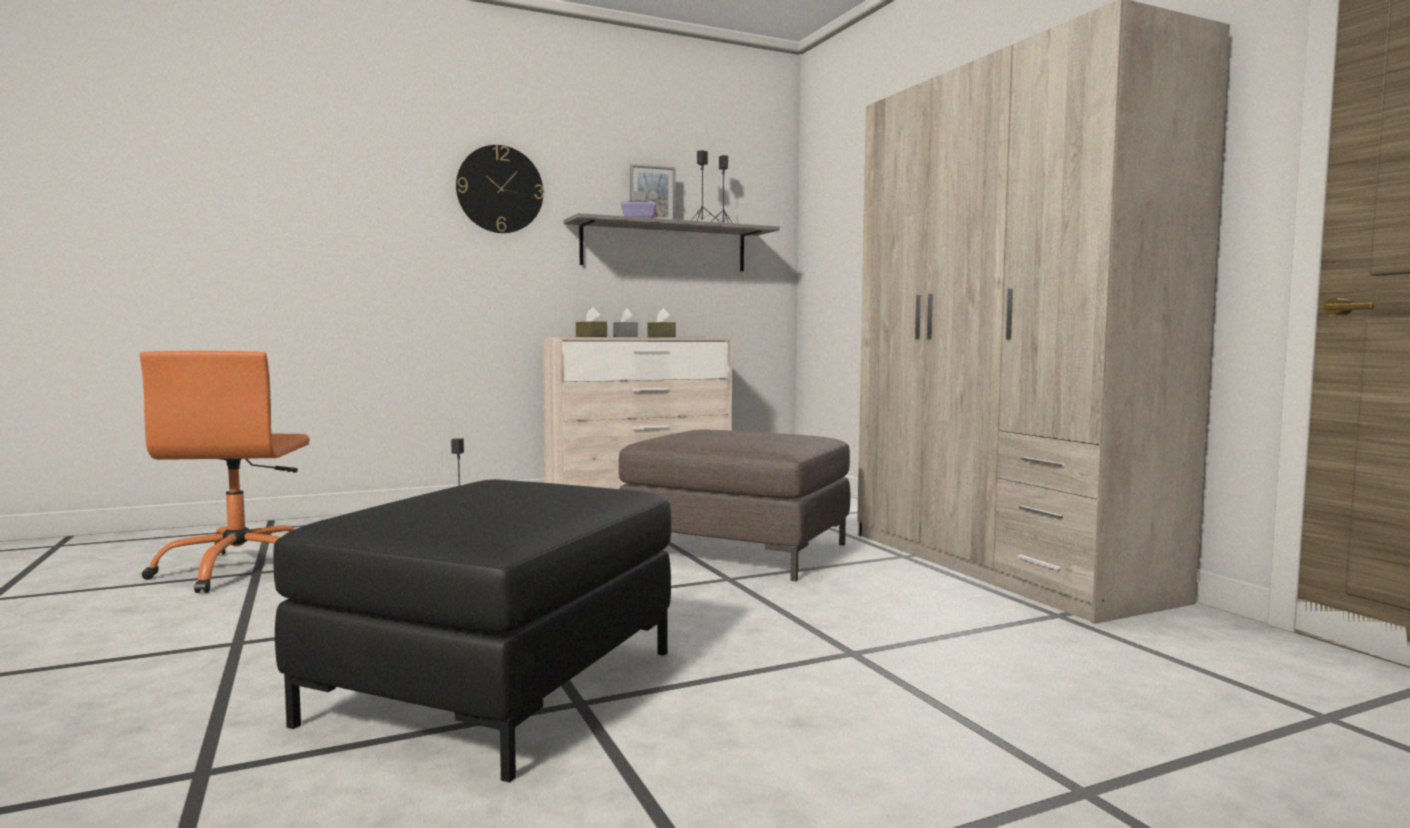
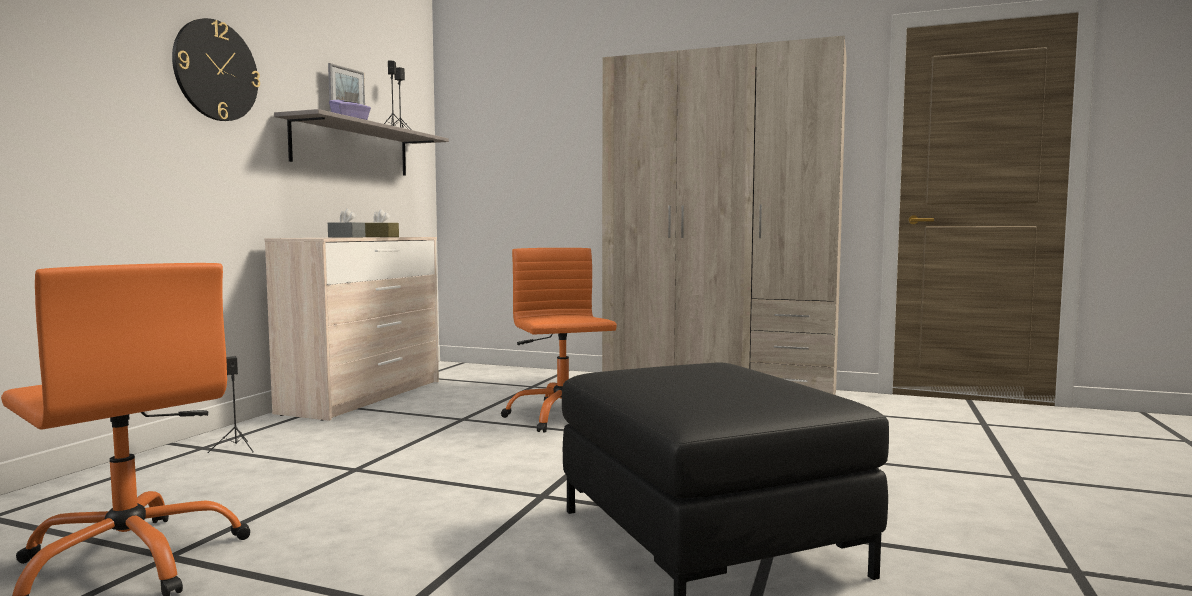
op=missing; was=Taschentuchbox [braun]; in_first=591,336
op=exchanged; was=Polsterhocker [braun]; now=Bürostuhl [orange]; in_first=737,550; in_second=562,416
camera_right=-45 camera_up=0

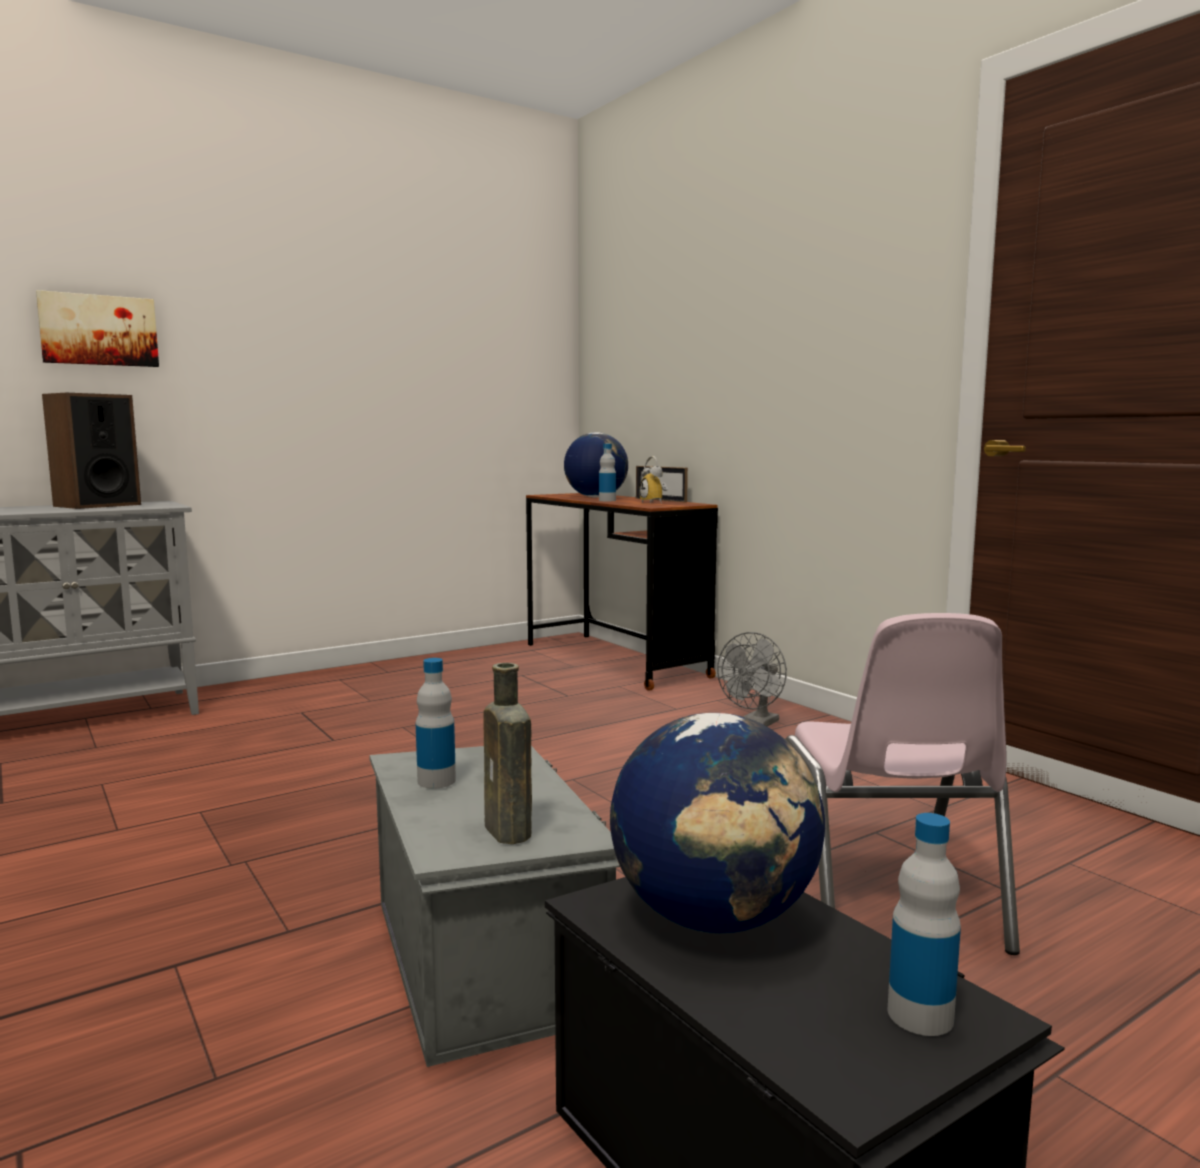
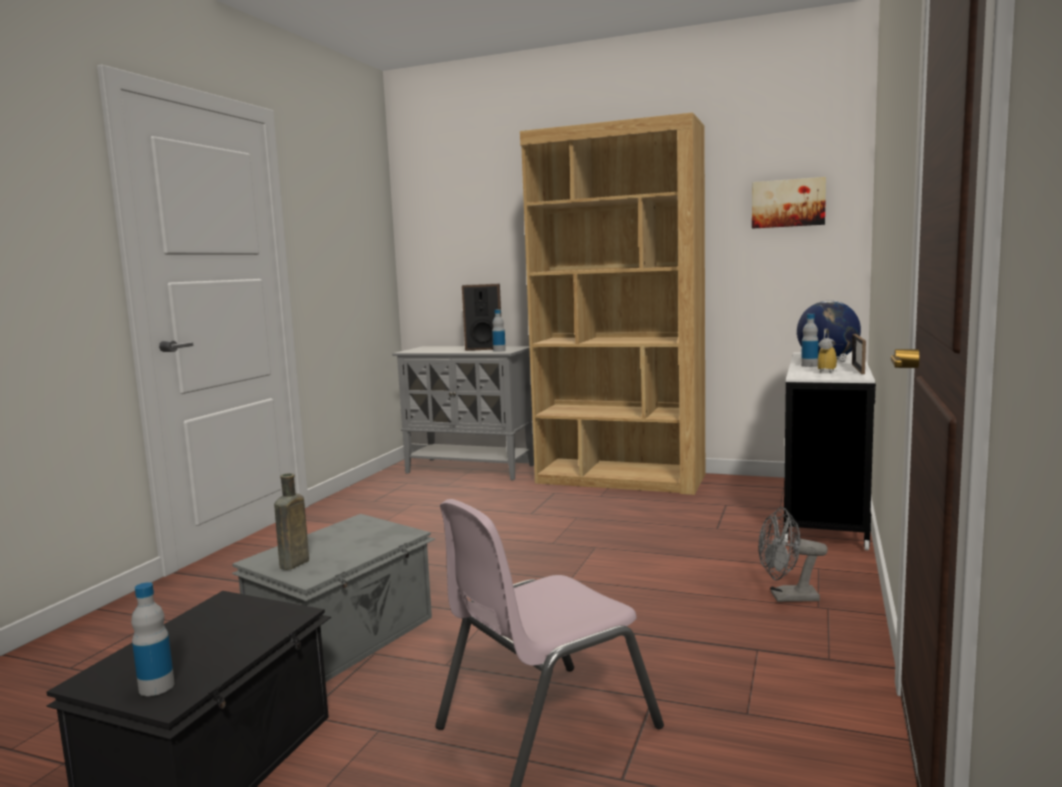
op=missing; was=Globus; in_first=715,918
op=appeared; now=Bücherregal [braun]; in_second=620,479
op=relocated; was=Bild; in_first=99,330; in_second=788,203
op=relocated; was=Flasche; in_first=436,781; in_second=499,351
op=colour; was=Schreibtisch [braun]; now=Schreibtisch [weiß]; in_first=614,660; in_second=825,512
camera_right=55 camera_up=0

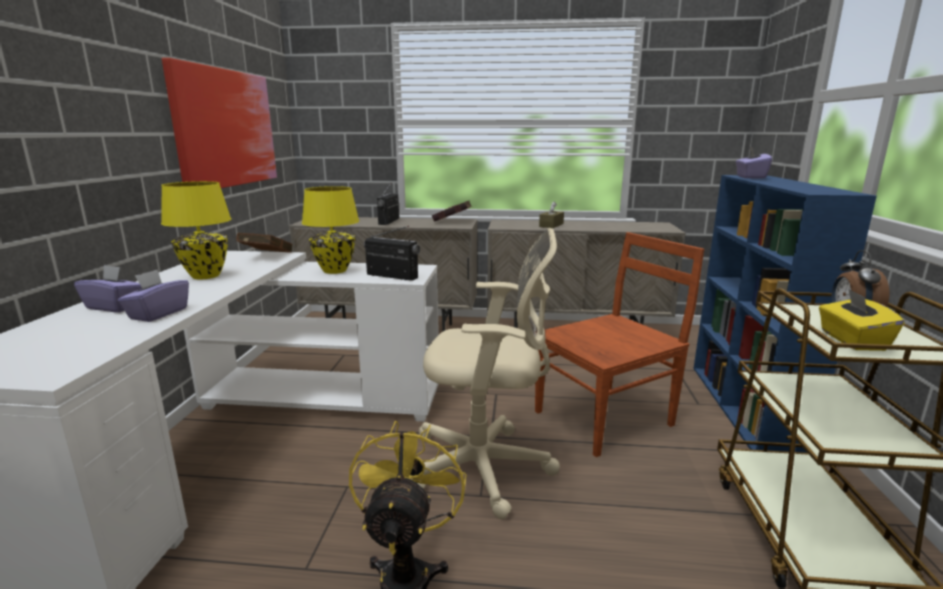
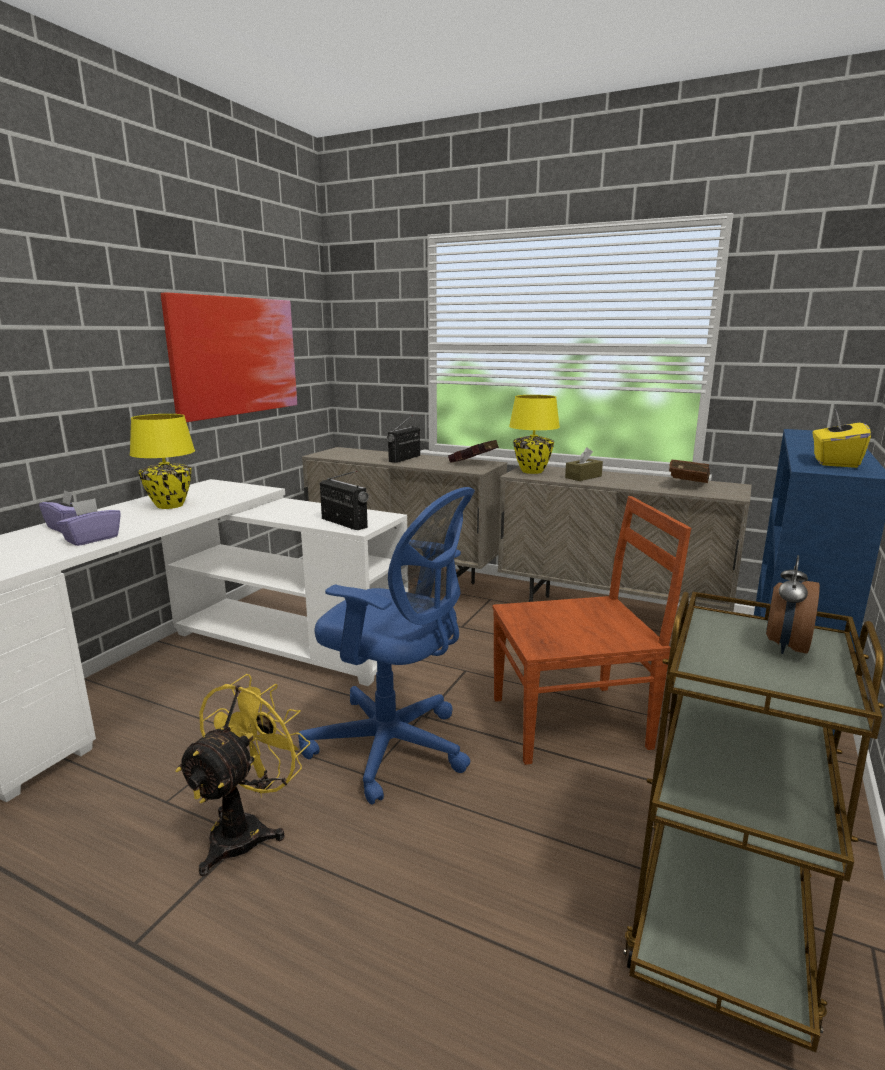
op=missing; was=Taschentuchbox [lila]; in_first=750,177
op=relocated; was=Buch [braun]; in_first=265,257; in_second=687,486
op=relocated; was=Tischlampe [gelb]; in_first=334,271; in_second=531,471
op=relocated; was=Taschentuchbox [gelb]; in_first=851,340; in_second=834,462
op=colour; was=Bürostuhl [beige]; now=Bürostuhl [blau]; in_first=485,468; in_second=394,748
camera_right=20 camera_up=0

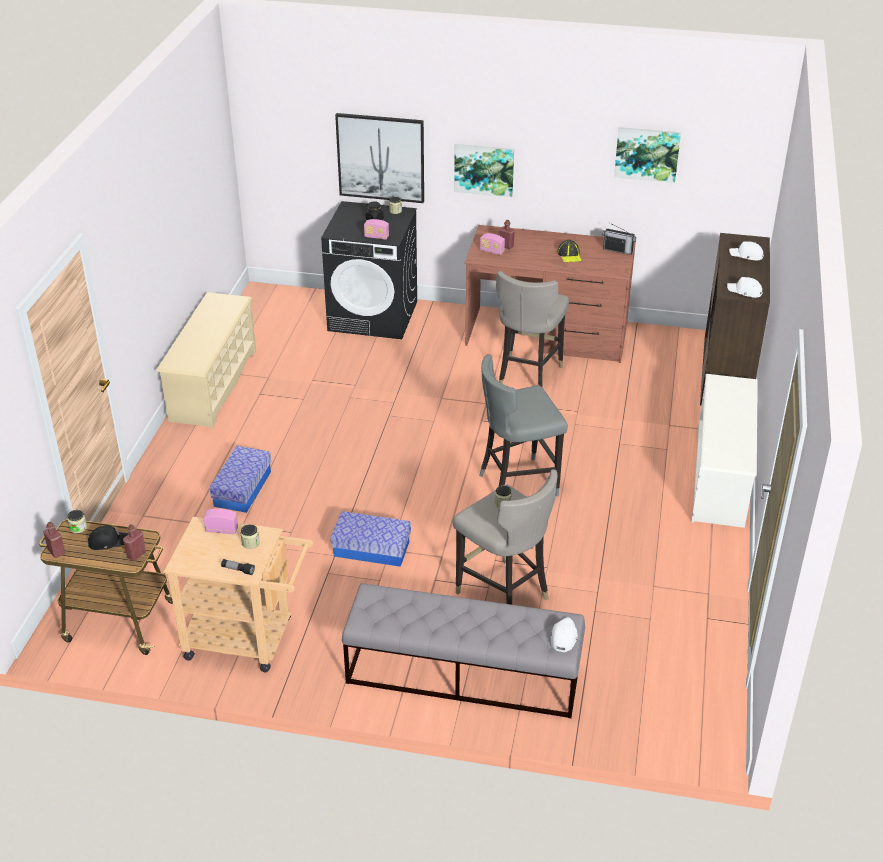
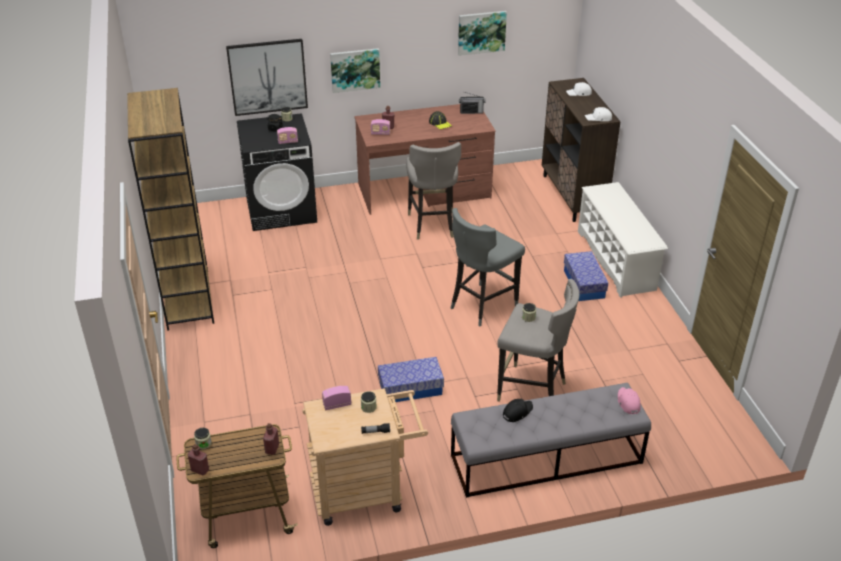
op=relocated; was=Kappe [schwarz]; in_first=108,541; in_second=517,412
op=relocated; was=Aufbewahrungsbox; in_first=242,489; in_second=584,284
op=exchanged; was=Schuhregal [beige]; now=Bücherregal [braun]; in_first=213,385; in_second=187,299
op=colour; was=Kappe [weiß]; now=Kappe [rosa]; in_first=563,637; in_second=628,402
camera_right=-25 camera_up=0

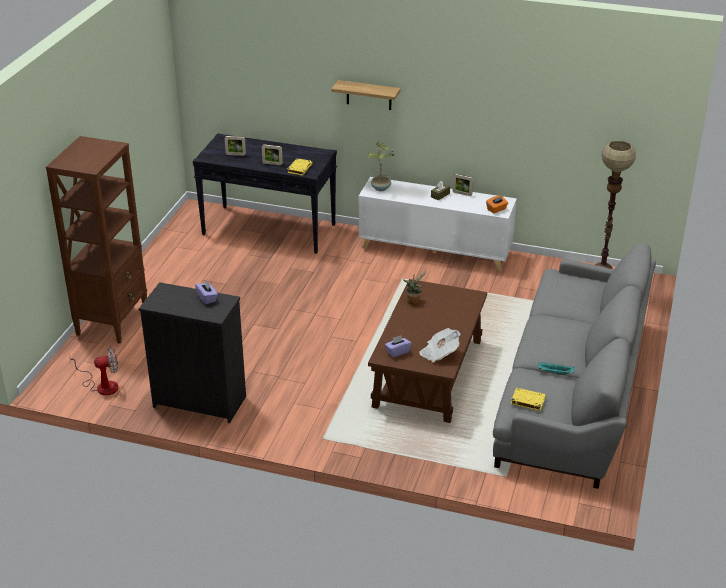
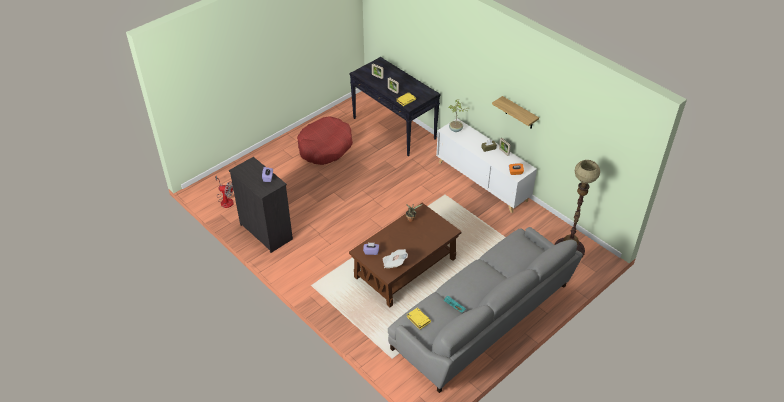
op=missing; was=Bücherregal [braun]; in_first=113,321
op=appeared; now=Hundebett [rot]; in_second=325,147
op=relocated; was=Wandregal; in_first=369,95; in_second=519,113
camera_right=30 camera_up=10

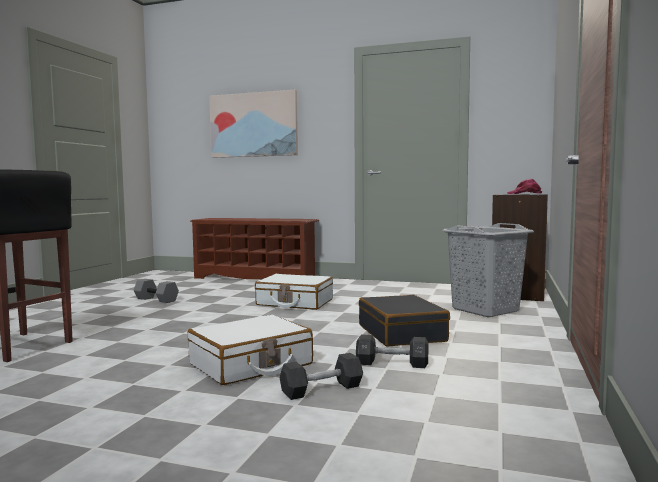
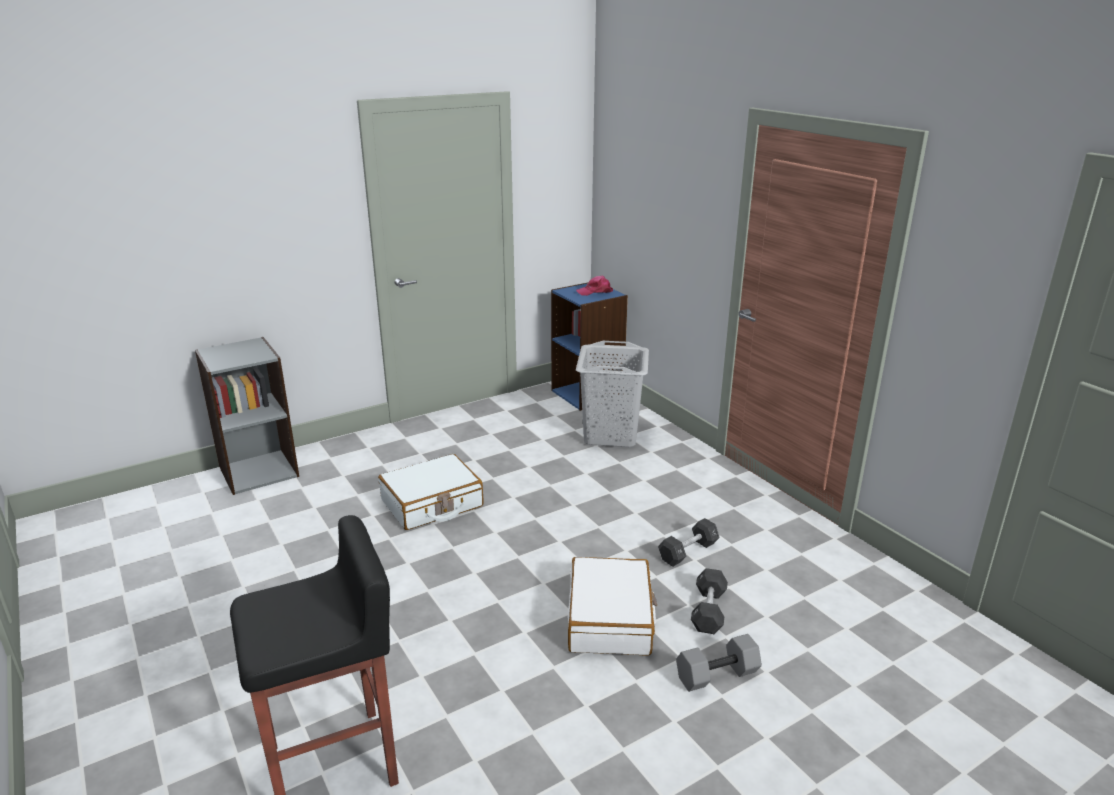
op=missing; was=Bild; in_first=253,125
op=missing; was=Koffer [schwarz]; in_first=402,333
op=relocated; was=Hantel [grau]; in_first=157,299; in_second=717,674
op=exchanged; was=Schuhregal [braun]; now=Bücherregal [grau]; in_first=256,278; in_second=258,471
camera_right=-50 camera_up=20

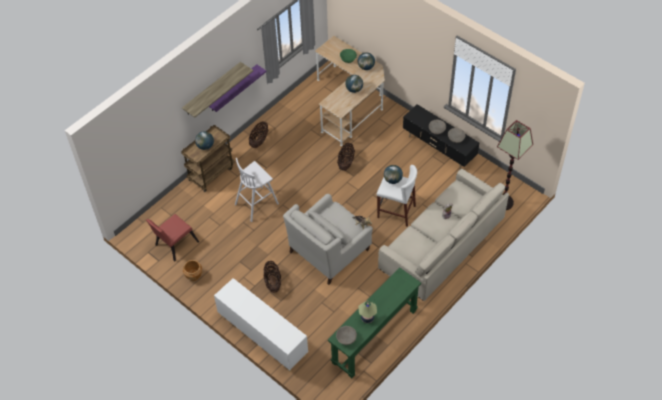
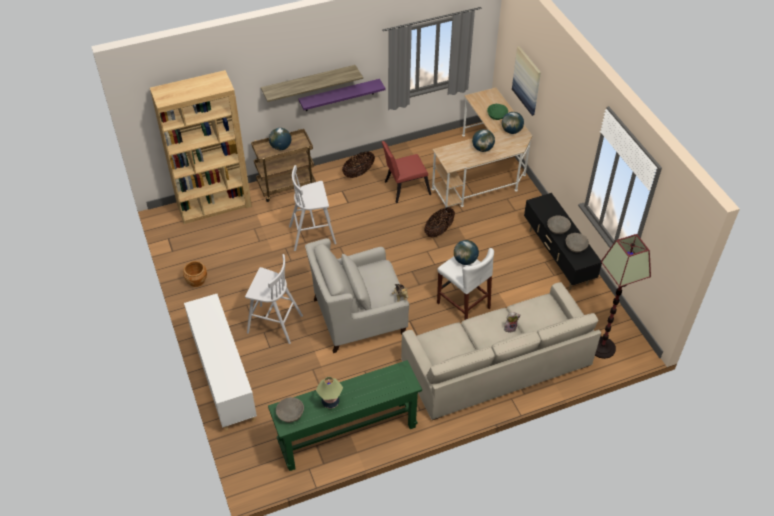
op=appeared; now=Bücherregal [braun]; in_second=214,205
op=appeared; now=Bild; in_second=527,80
op=relocated; was=Stuhl [rot]; in_first=174,245; in_second=404,188
op=exchanged; was=Korb; now=Hocker [weiß]; in_first=273,282; in_second=273,324
camera_right=25 camera_up=-5

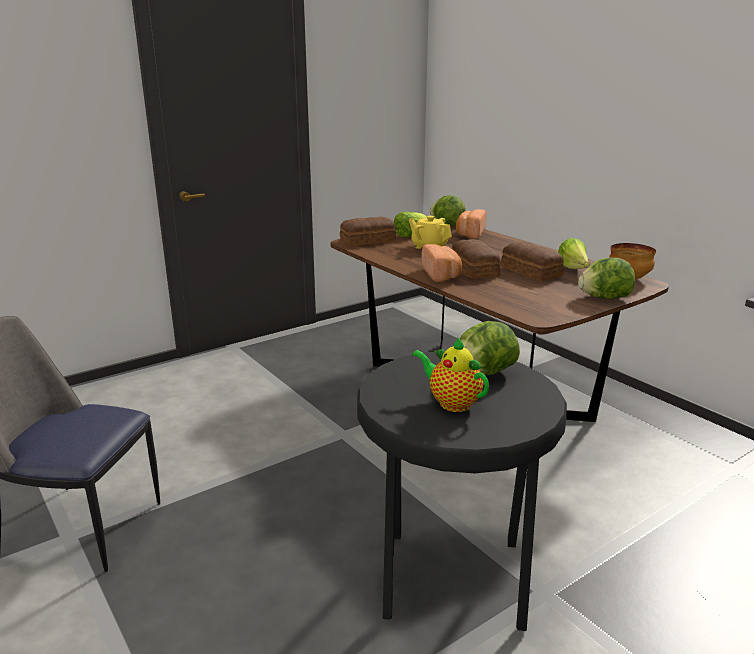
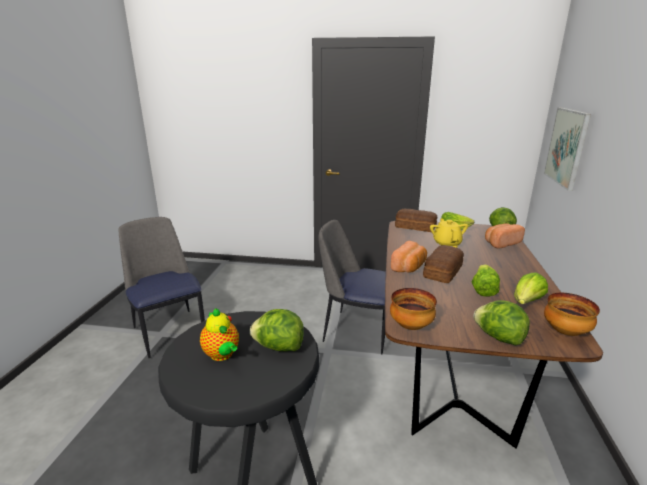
op=appeared; now=Stuhl; in_second=356,331
op=appeared; now=Schüssel; in_second=411,326
op=appeared; now=Bild; in_second=566,147
op=exchanged; was=Brot; now=Salatkopf; in_first=531,272; in_second=483,290
op=spun; was=Teekanne; in_first=451,403; in_second=222,355; clockwise=150
camera_right=45 camera_up=0

